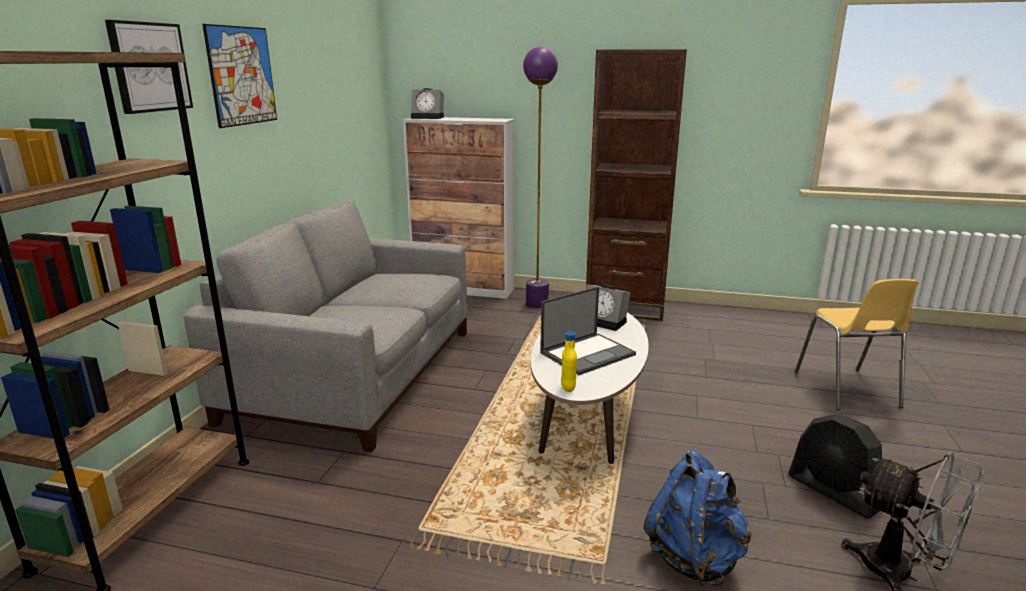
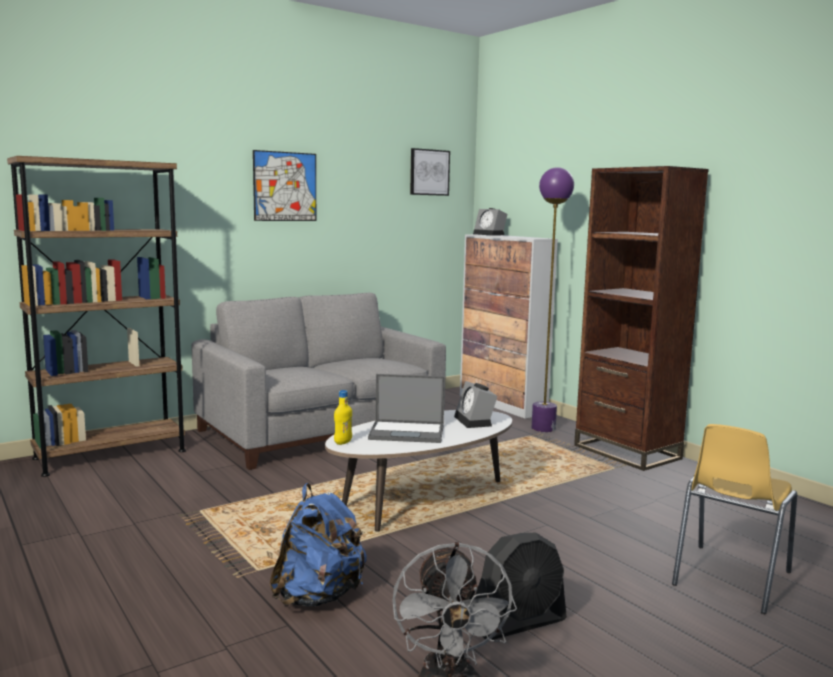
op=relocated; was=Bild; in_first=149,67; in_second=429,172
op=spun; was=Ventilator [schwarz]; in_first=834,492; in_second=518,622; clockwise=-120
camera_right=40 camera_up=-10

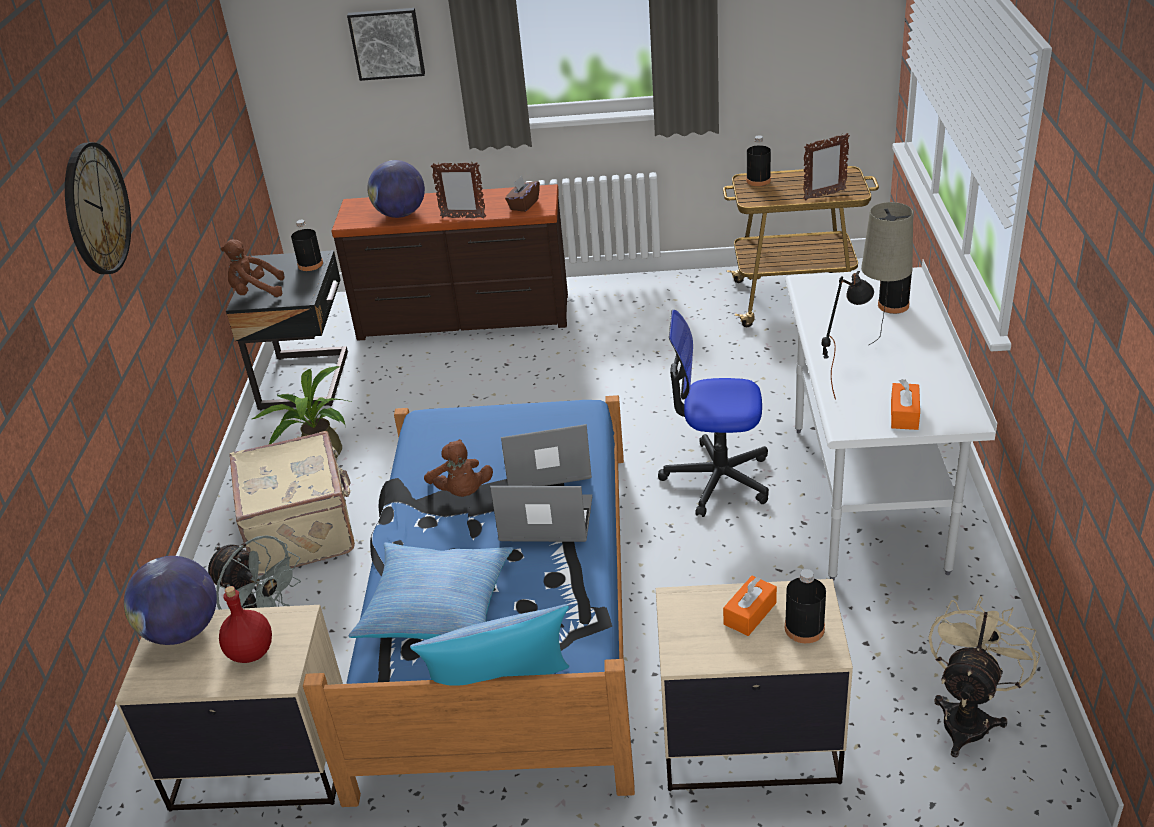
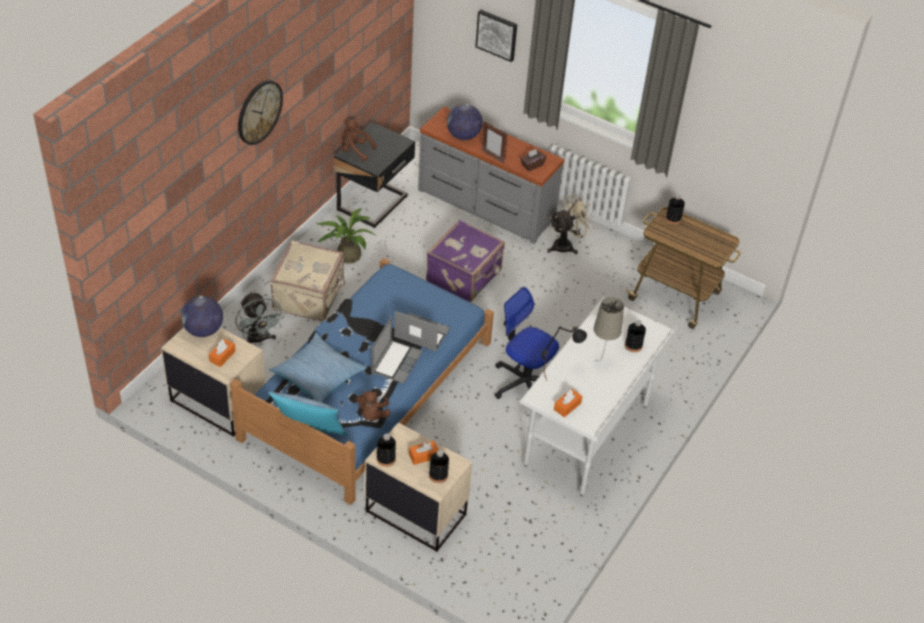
op=missing; was=Bilderrahmen; in_first=824,195
op=appeared; now=Koffer [lila]; in_second=465,277
op=relocated; was=Flasche [schwarz]; in_first=310,264; in_second=386,459
op=relocated; was=Plüschtier [braun]; in_first=461,492; in_second=372,414
op=relocated; was=Ventilator [beige]; in_first=968,717; in_second=567,245
op=exchanged; was=Flasche [rot]; now=Taschentuchbox [orange]; in_first=252,653; in_second=222,356
op=colour; was=Kommode [braun]; now=Kommode [grau]; in_first=463,318; in_second=485,206
op=spun; was=Laptop; in_first=544,522; in_second=396,362; clockwise=75
camera_right=25 camera_up=10

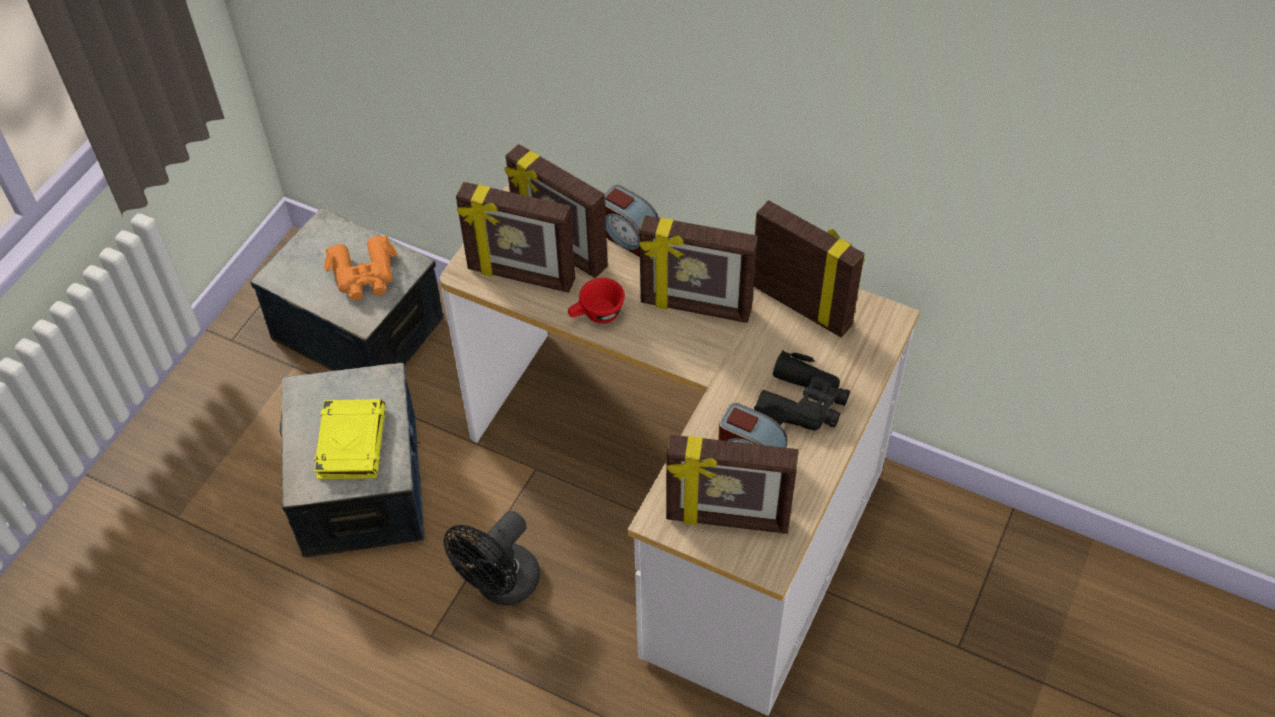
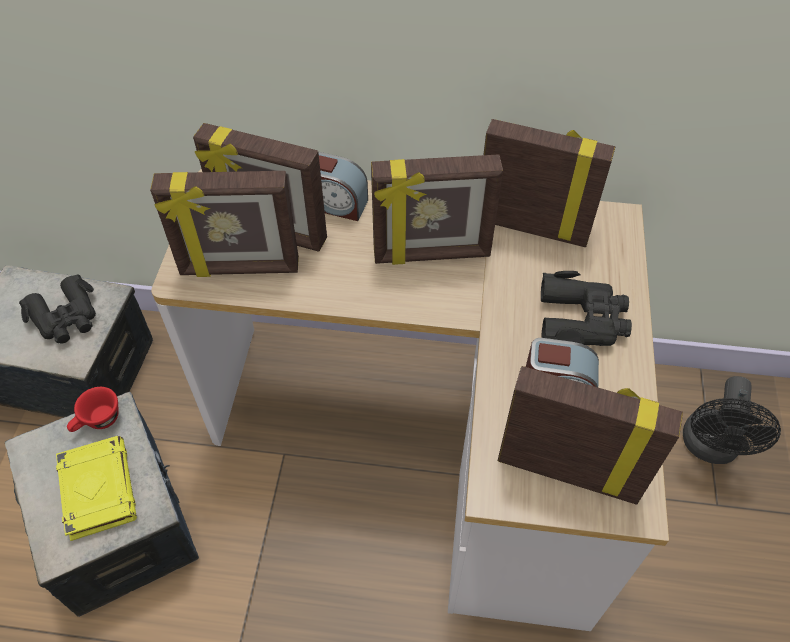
op=relocated; was=Ventilator [schwarz]; in_first=500,586; in_second=710,448
op=relocated; was=Tasse [rot]; in_first=596,315; in_second=98,421
op=colour; was=Fernglas [orange]; now=Fernglas [schwarz]; in_first=364,275; in_second=66,317
op=spun; was=Bilderrahmen; in_first=727,520; in_second=568,470; clockwise=-150
camera_right=-20 camera_up=0

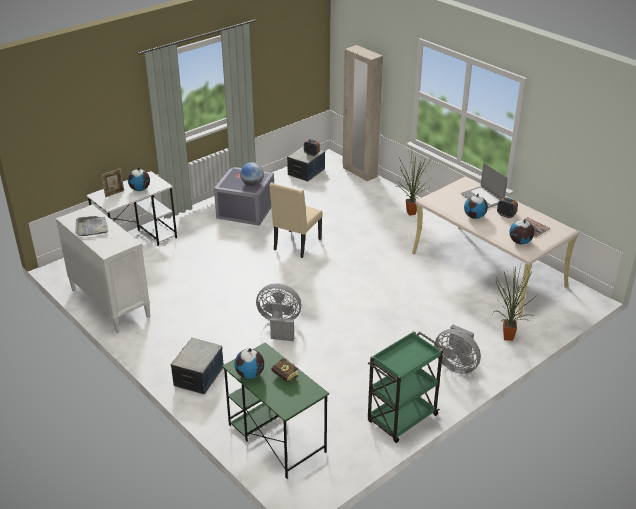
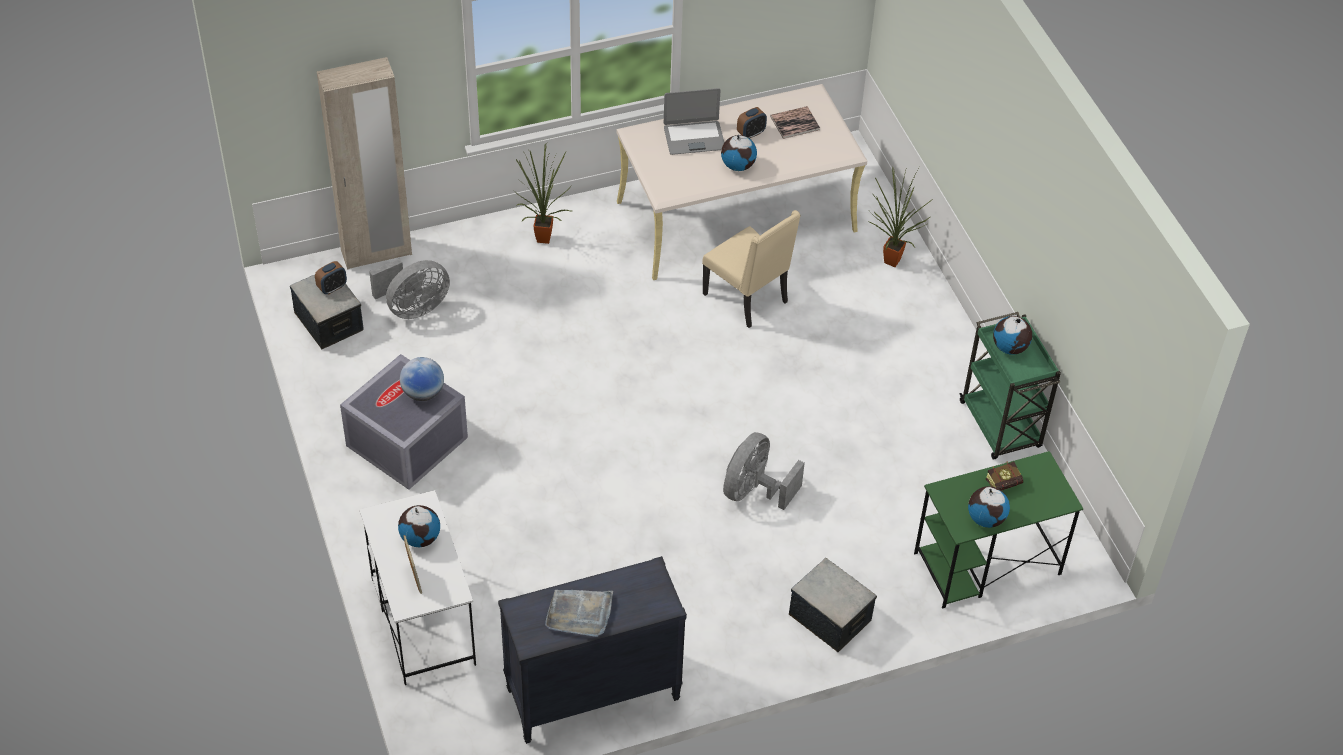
op=relocated; was=Stuhl [beige]; in_first=296,245; in_second=747,298
op=relocated; was=Ventilator [grau]; in_first=456,365; in_second=413,308
op=relocated; was=Globus; in_first=520,242; in_second=1010,348
op=colour; was=Kommode [weiß]; now=Kommode [schwarz]; in_first=109,303; in_second=592,695
camera_right=-70 camera_up=15

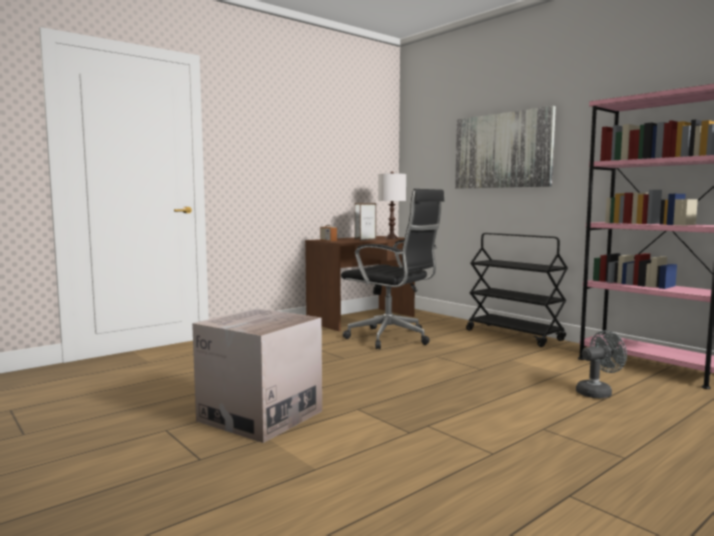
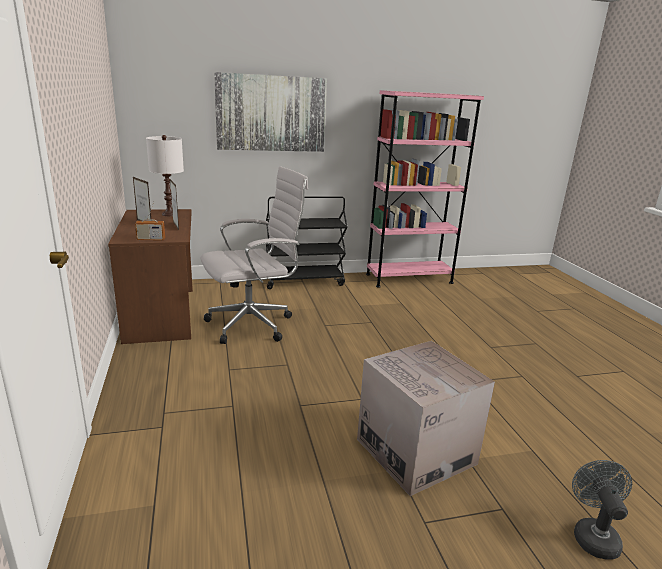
op=relocated; was=Ventilator [grau]; in_first=597,392; in_second=593,535
op=colour; was=Bürostuhl [schwarz]; now=Bürostuhl [weiß]; in_first=392,339; in_second=254,324
camera_right=-65 camera_up=15

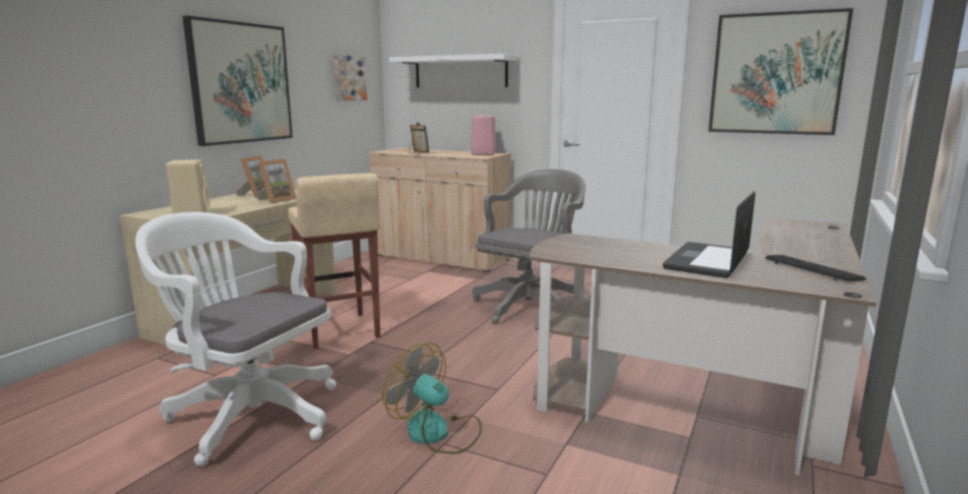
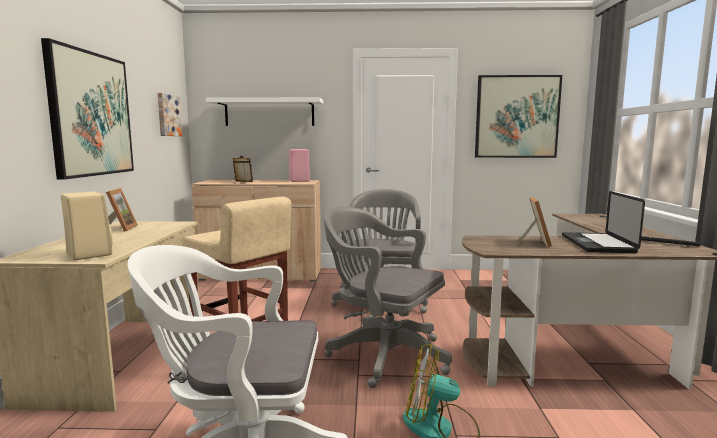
op=appeared; now=Bürostuhl [grau]; in_second=383,354
op=relocated; was=Bilderrahmen; in_first=277,200; in_second=533,243
camera_right=-25 camera_up=-5

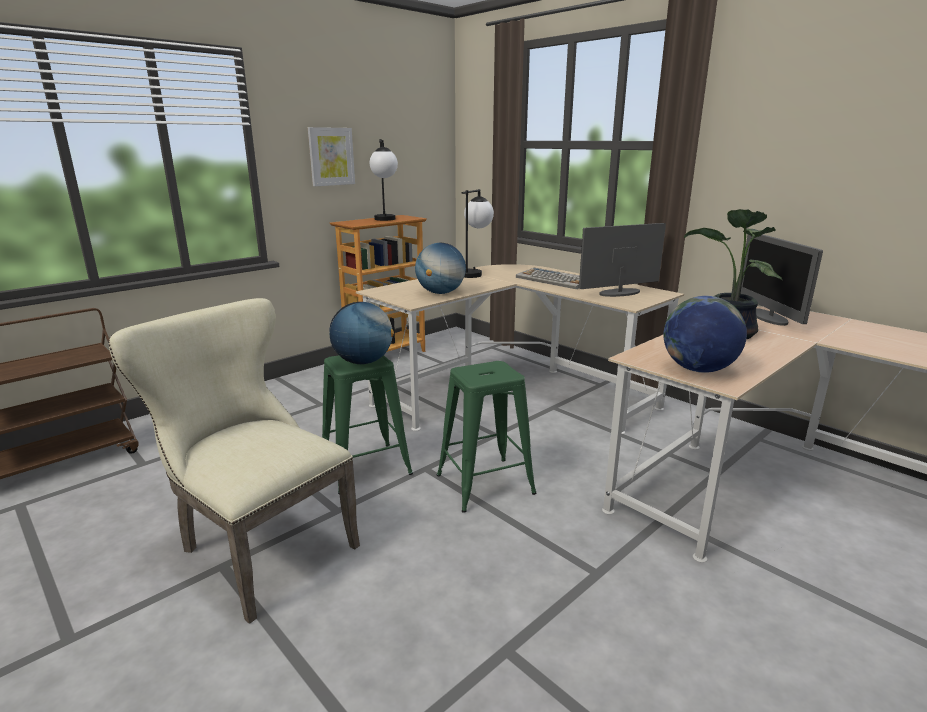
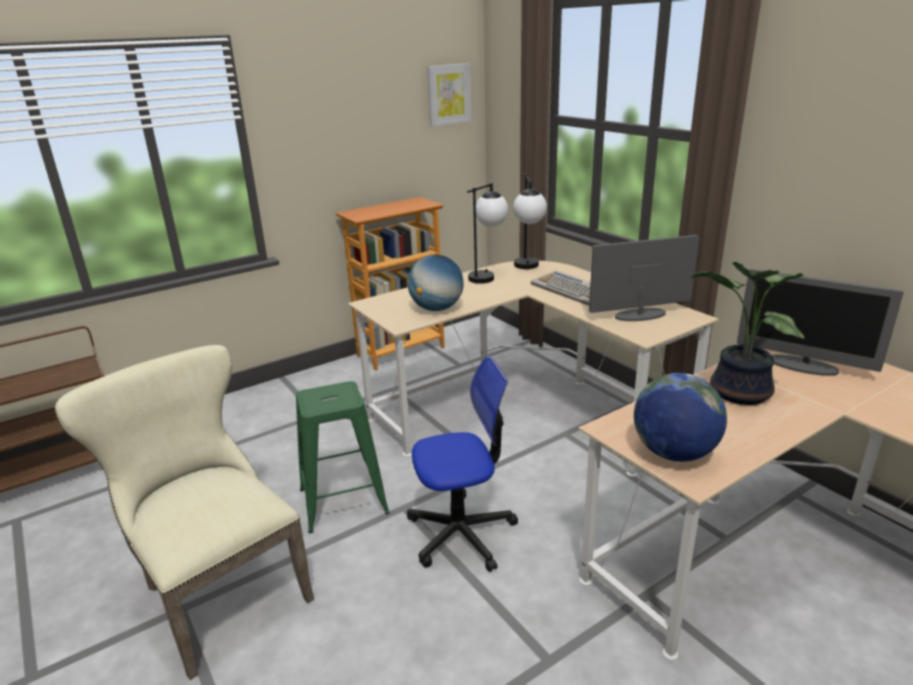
op=missing; was=Globus; in_first=363,362
op=relocated; was=Bild; in_first=331,156; in_second=448,94
op=relocated; was=Tischlampe; in_first=385,220; in_second=528,268
op=exchanged; was=Hocker [grün]; now=Bürostuhl; in_first=485,484; in_second=461,533
op=spun; was=Monitor; in_first=767,317; in_second=803,366; clockwise=-60
camera_right=10 camera_up=5

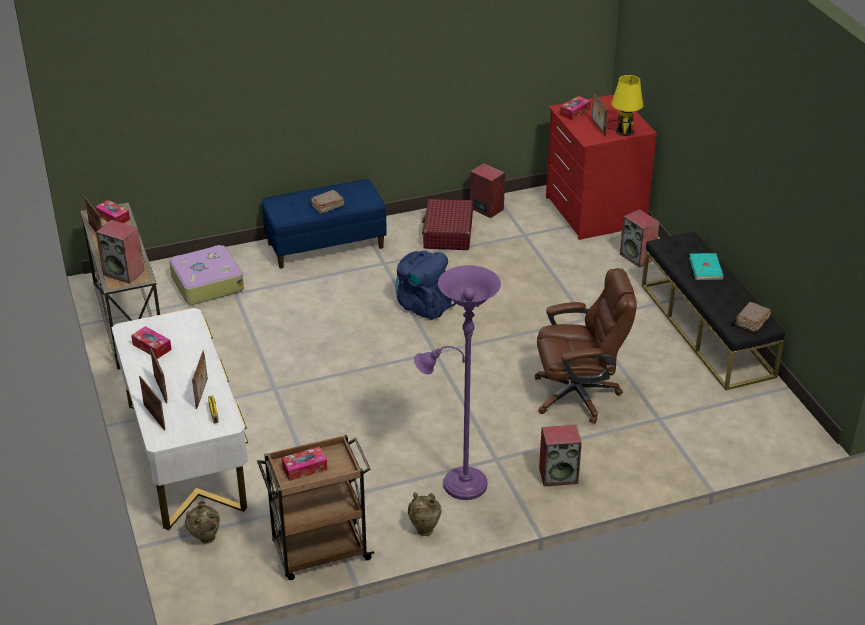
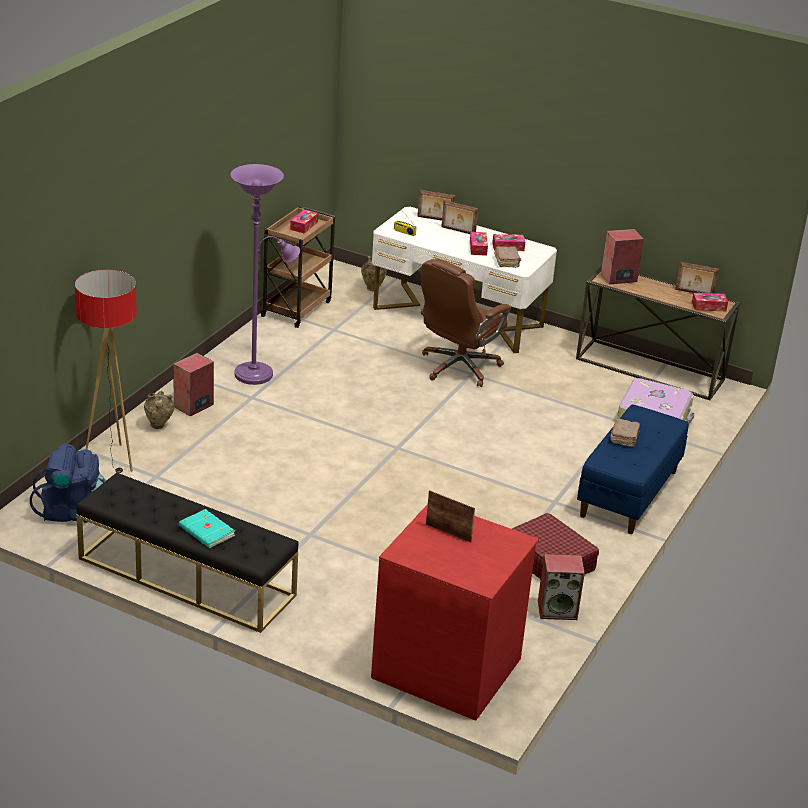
op=missing; was=Bilderrahmen; in_first=202,393
op=missing; was=Tischlampe [gelb]; in_first=623,130
op=missing; was=Lautsprecher; in_first=638,257
op=appeared; now=Stehlampe; in_second=112,460
op=relocated; was=Rucksack [blau]; in_first=423,305; in_second=72,511
op=relocated; was=Vase [beige]; in_first=424,529; in_second=159,426
op=relocated; was=Bürostuhl [braun]; in_first=578,394; in_second=458,367
op=relocated; was=Taschentuchbox; in_first=574,112; in_second=478,248
op=relocated; was=Buch [braun]; in_first=751,322; in_second=507,262
camera_right=135 camera_up=-5

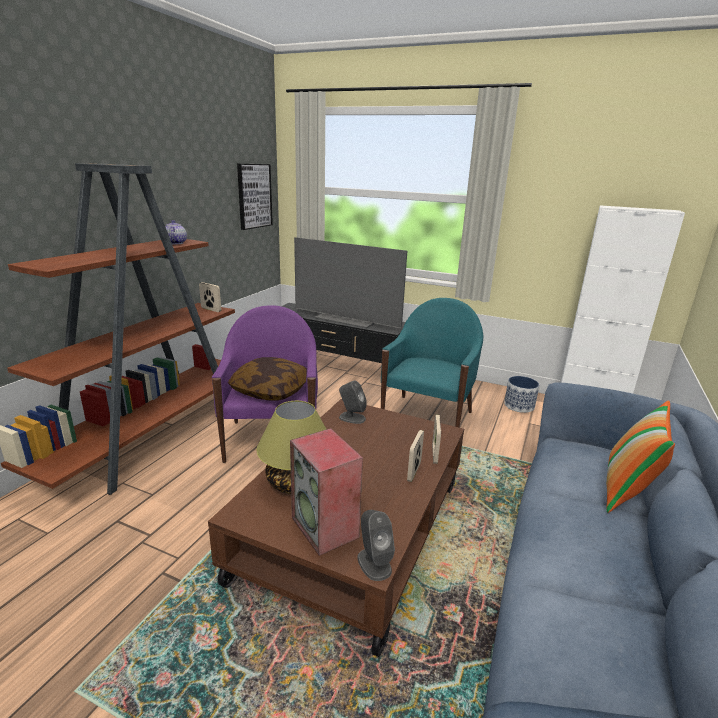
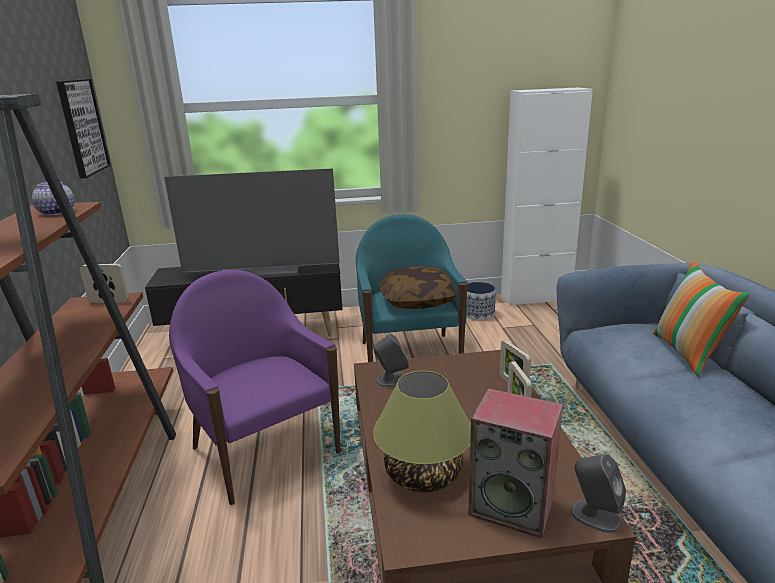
op=relocated; was=Kissen; in_first=271,390; in_second=417,300
camera_right=-30 camera_up=0

